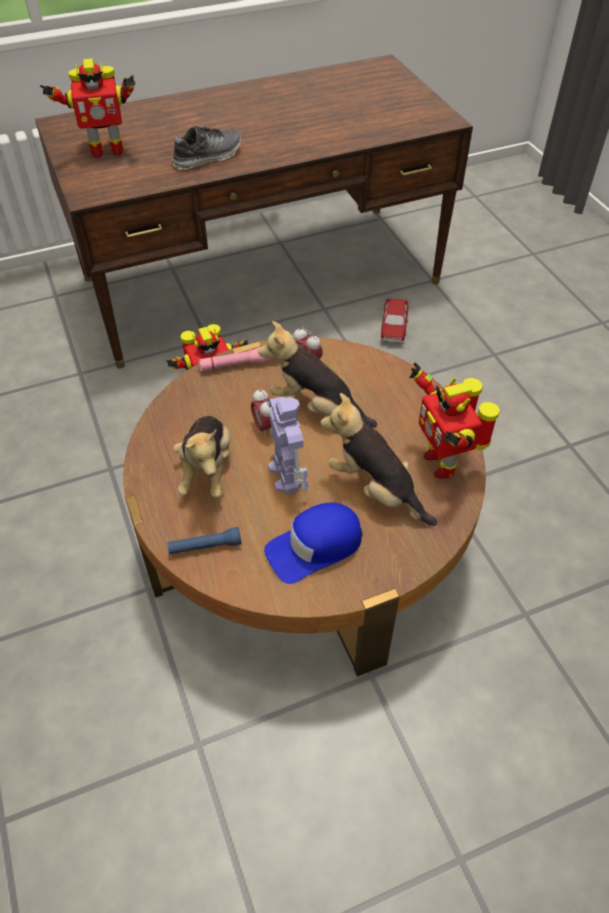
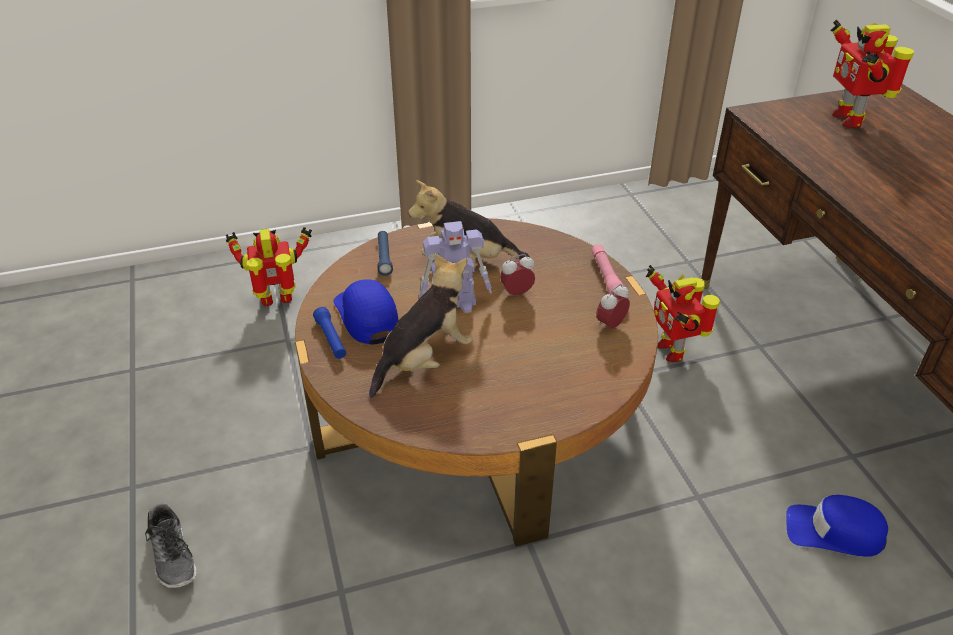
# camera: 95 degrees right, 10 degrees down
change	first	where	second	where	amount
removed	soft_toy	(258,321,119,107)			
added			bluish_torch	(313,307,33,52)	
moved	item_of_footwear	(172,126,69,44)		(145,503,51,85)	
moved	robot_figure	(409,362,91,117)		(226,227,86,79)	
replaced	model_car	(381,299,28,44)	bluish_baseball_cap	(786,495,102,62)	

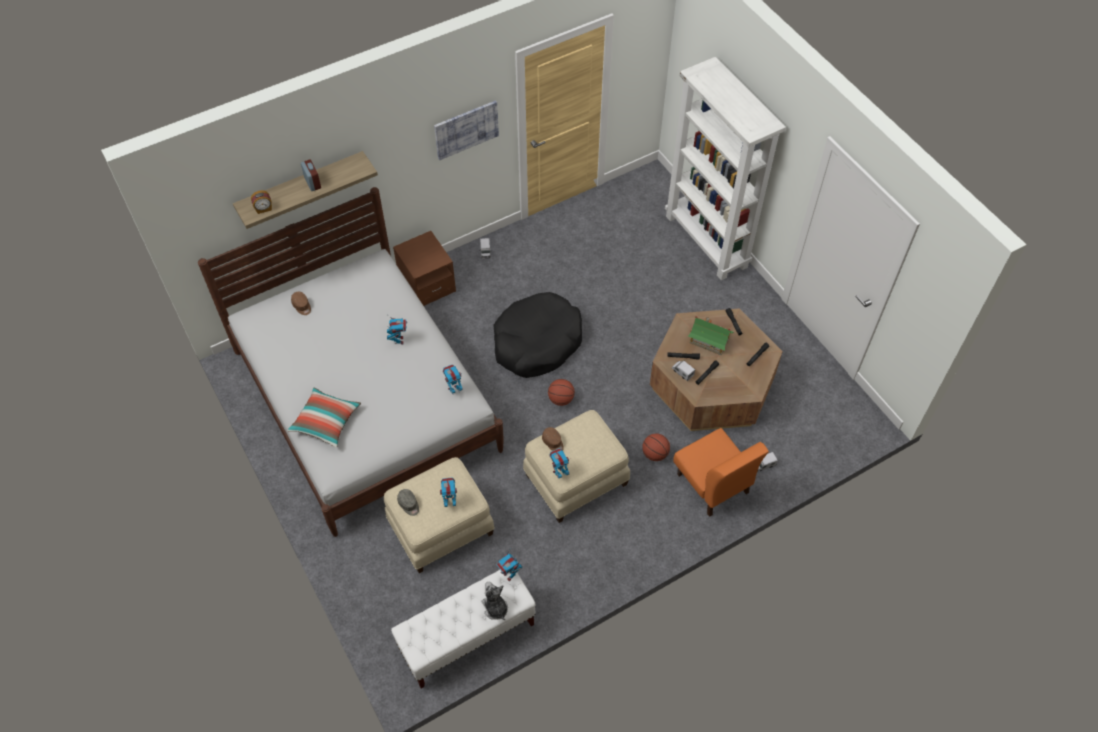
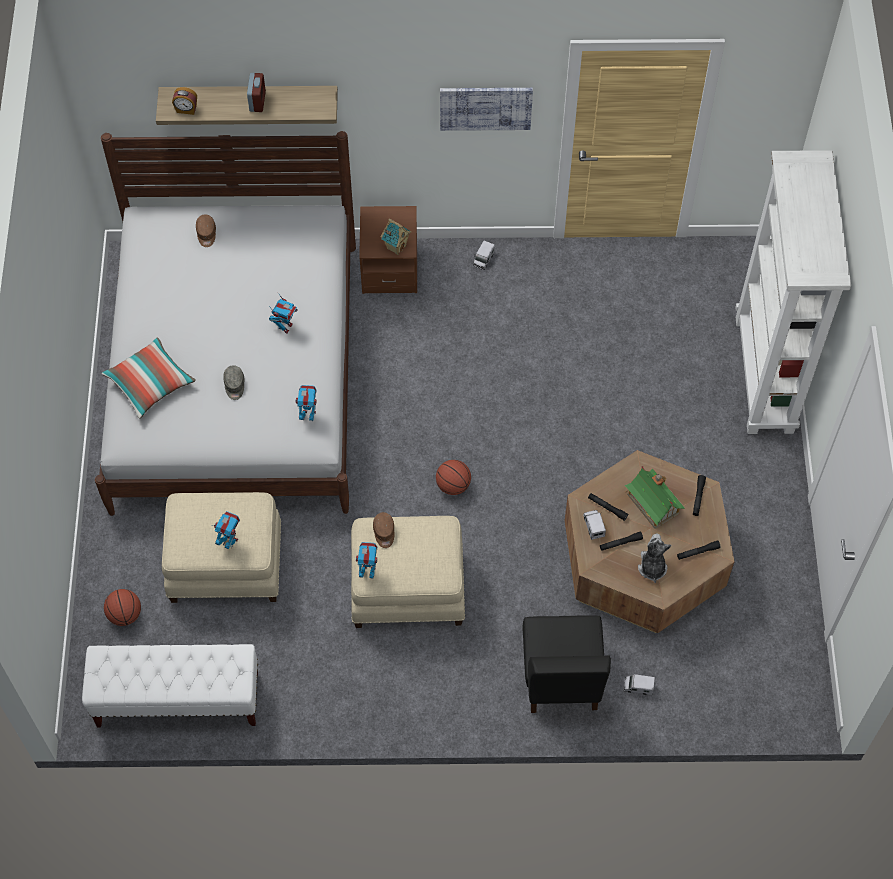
# camera: 30 degrees right, 5 degrees up
change	first	where	second	where	amount
removed	black_dog_cushion	(494,292,88,86)			
removed	robot_figure	(496,551,26,30)			
added			miniature_house	(381,218,30,37)	
moved	grey_baseball_cap	(397,489,22,27)		(223,365,21,35)	
moved	soft_toy	(481,582,27,38)		(638,534,33,49)	
moved	ball_for_basketball	(642,434,28,27)		(104,589,37,37)	
recoloured	orange-coloured_plain_chair	(673,428,96,89)	black_plain_chair	(523,615,88,98)	

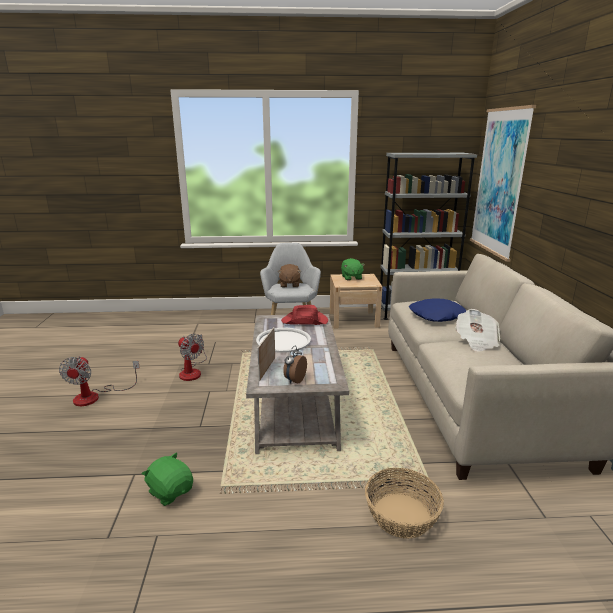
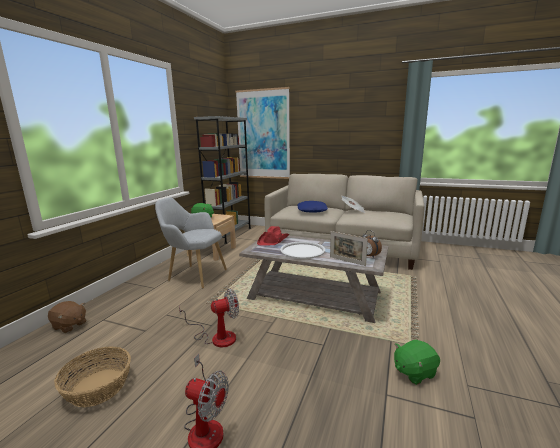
# camera: 65 degrees left, 5 degrees down
change	first	where	second	where	amount
moved	brown-coloured_soft_toy	(278,264,23,23)		(48,301,38,32)	
moved	storage_basket	(365,468,79,71)		(54,346,77,61)	

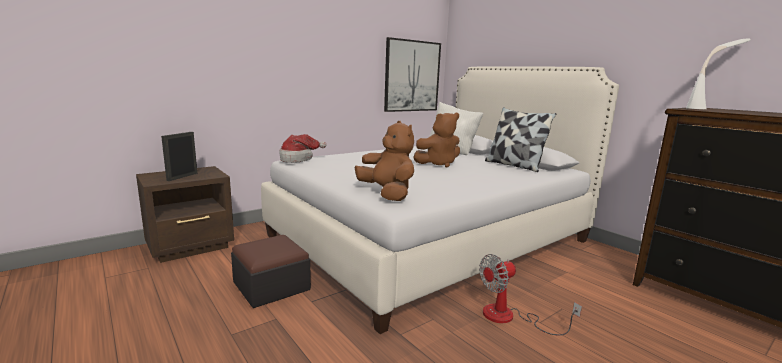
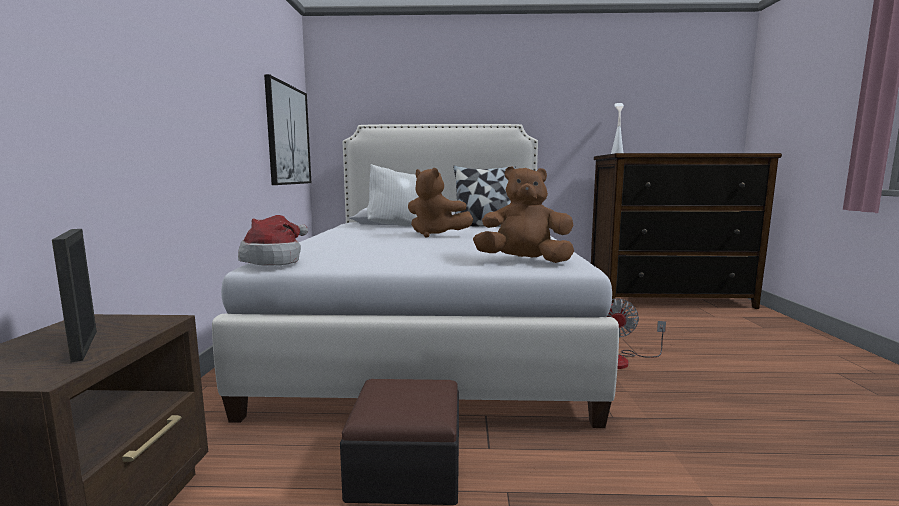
# camera: 50 degrees left, 5 degrees down
change	first	where	second	where	amount
turned	brown-coloured_soft_toy	(413,113,47,55)		(408,168,65,69)	105 degrees clockwise

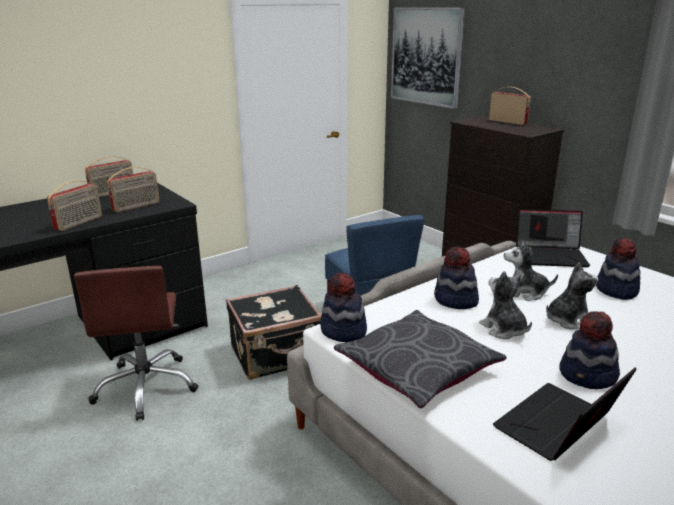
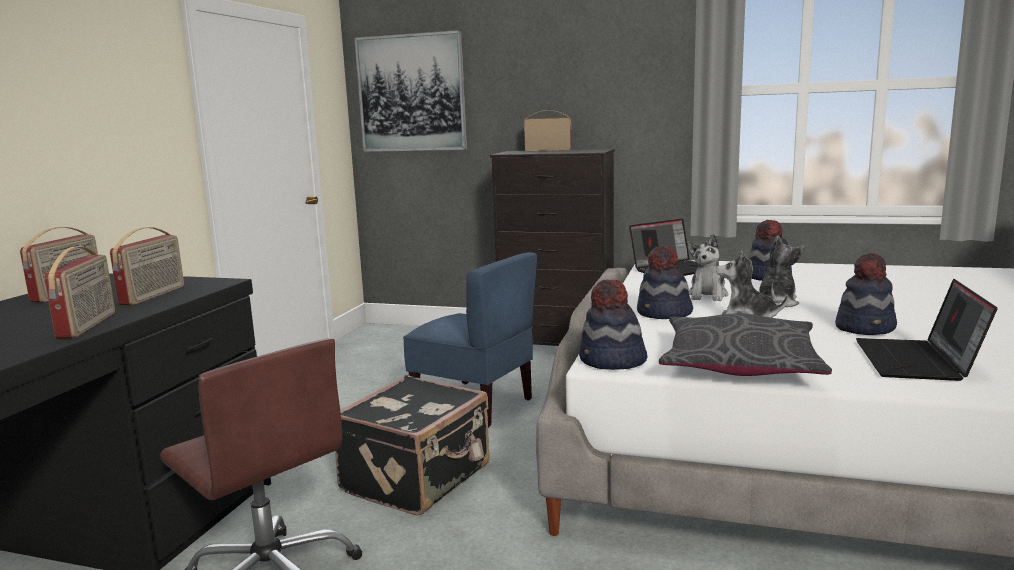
# camera: 35 degrees left, 10 degrees down
change	first	where	second	where	amount
turned	soft_toy	(504,241,54,60)		(688,234,41,67)	45 degrees counterclockwise

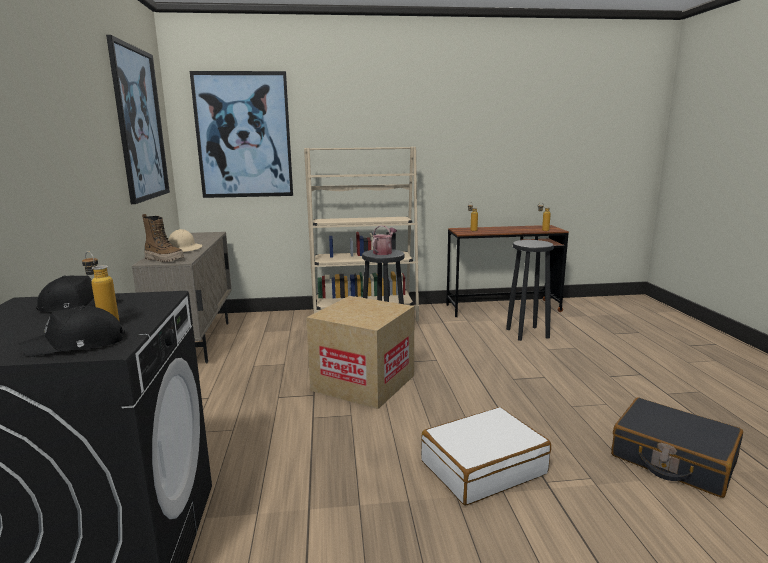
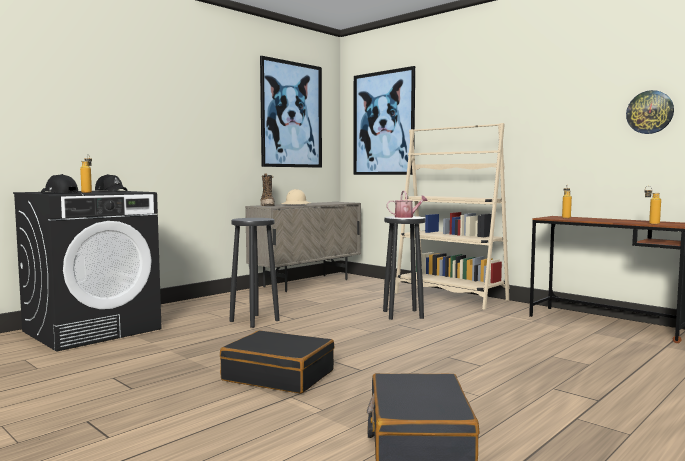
# camera: 50 degrees right, 10 degrees down
change	first	where	second	where	amount
removed	carton	(306,296,109,113)			
added			wall_clock	(626,90,48,44)	
moved	black_sitting_stool	(506,240,48,101)		(229,218,51,110)	
recoloured	white_piece_of_luggage	(421,407,130,98)	black_piece_of_luggage	(220,330,114,64)	

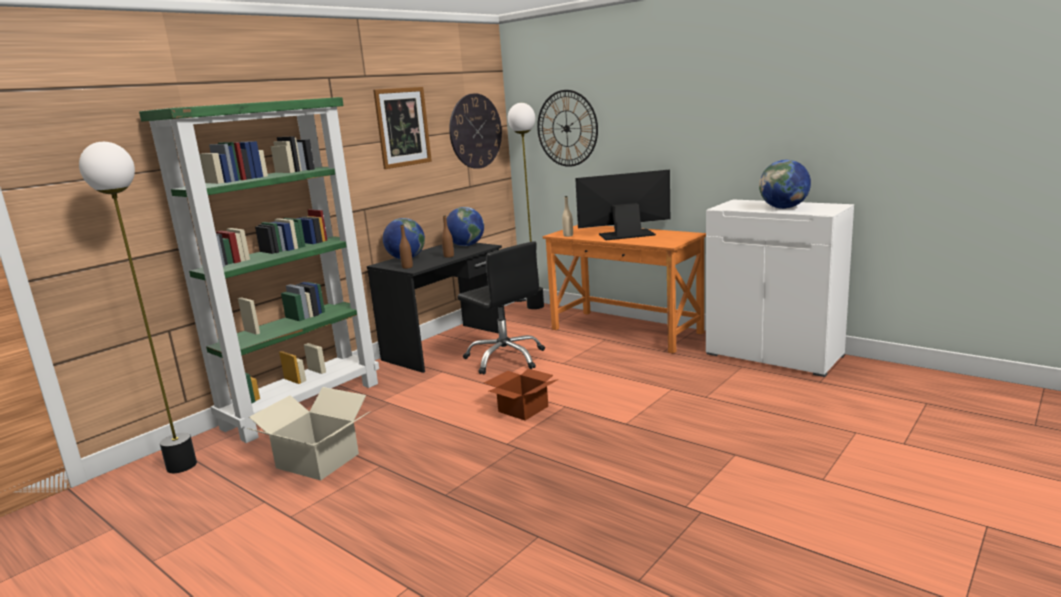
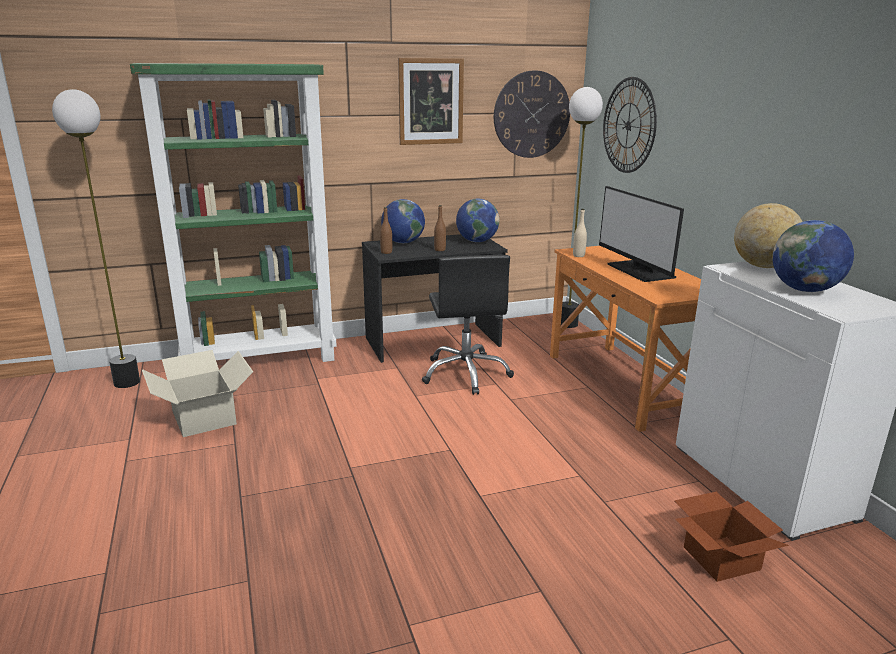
# camera: 30 degrees right, 5 degrees up
change	first	where	second	where	amount
added			world_globe	(734,203,69,65)	
moved	carton	(484,369,75,51)		(675,492,114,90)	
turned	computer_display	(575,170,95,70)		(599,186,85,96)	135 degrees counterclockwise

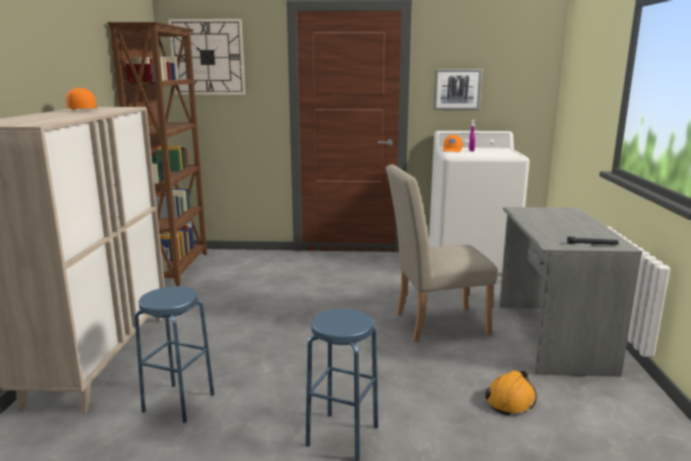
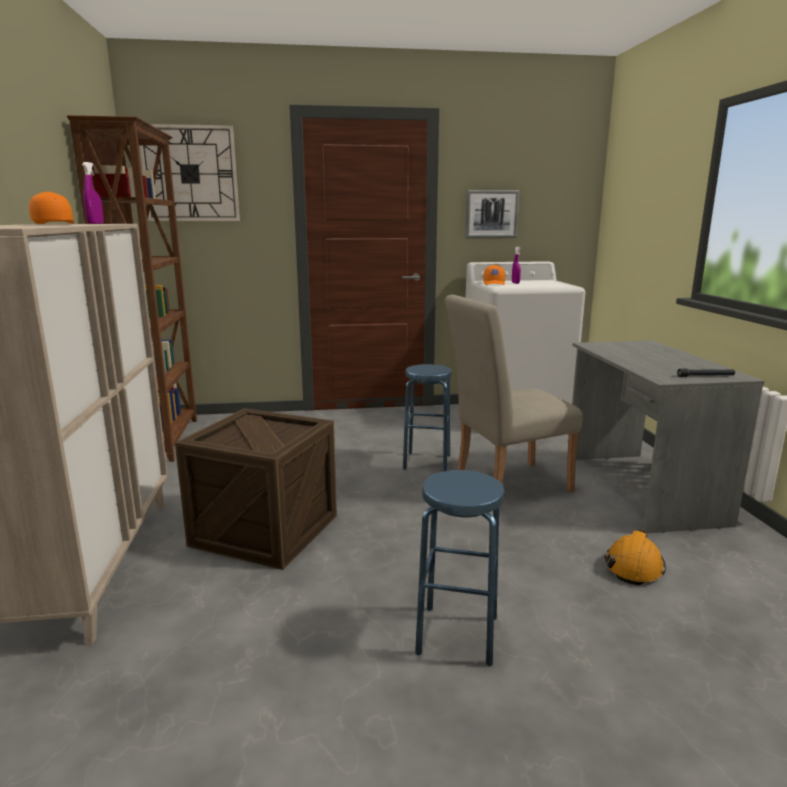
# camera: 10 degrees left, 0 degrees up
change	first	where	second	where	amount
added			purplish_hand_sprayer	(82,162,22,62)	
added			crate	(175,408,162,162)	
moved	bluish_sitting_stool	(135,287,79,136)		(403,364,49,108)	

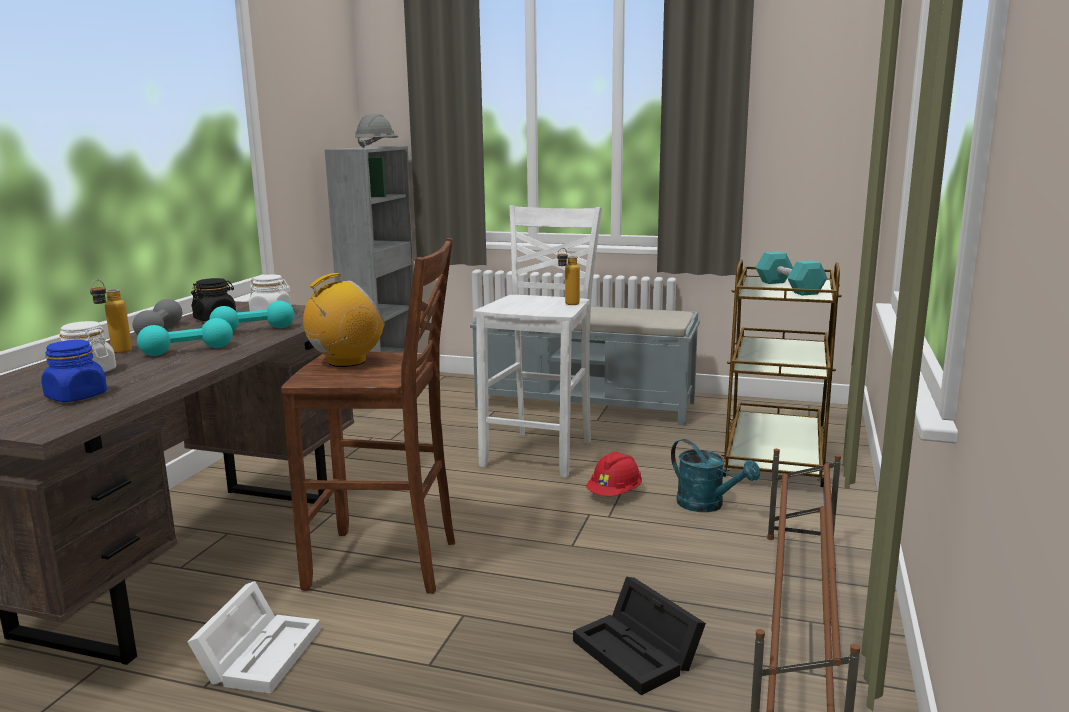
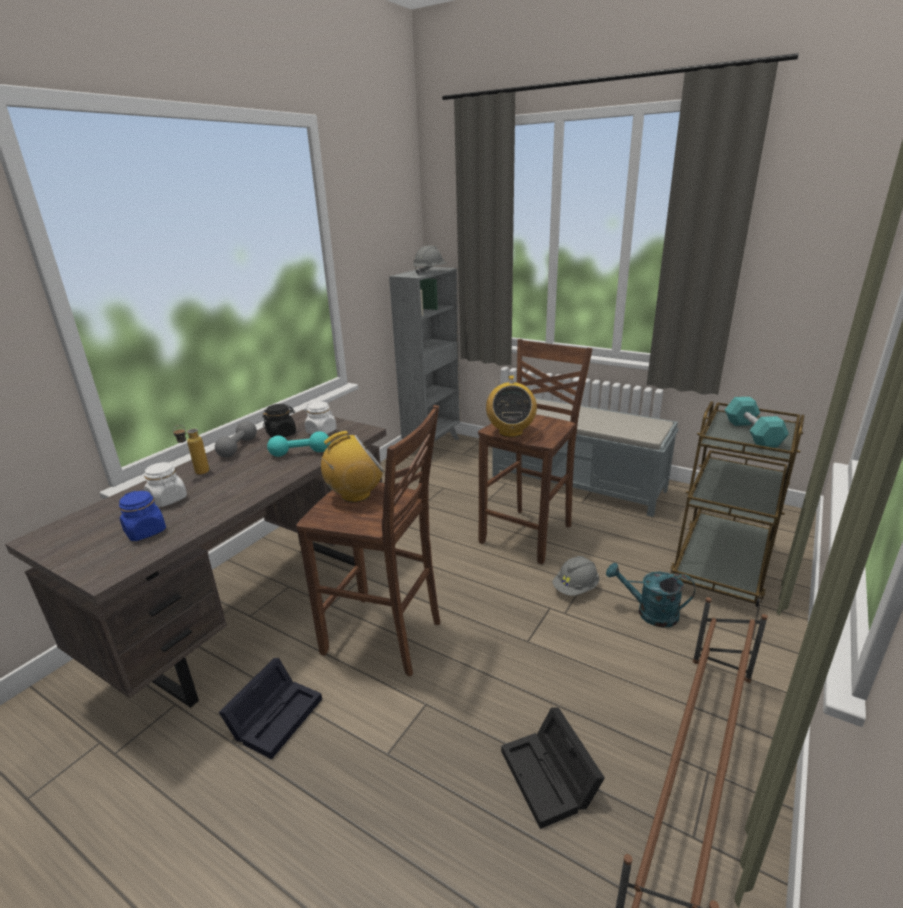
# camera: 15 degrees right, 10 degrees up
change	first	where	second	where	amount
removed	turquoise_free_weight	(137,318,96,38)			
removed	bottle	(557,248,23,57)			
added			radio_receiver	(486,376,51,61)	
recoloured	white_storage_container	(187,581,134,113)	black_storage_container	(219,658,103,101)	
recoloured	white_sitting_stool	(474,205,128,273)	brown-coloured_sitting_stool	(478,339,114,225)	
recoloured	red_work_helmet	(586,452,56,44)	grey_work_helmet	(553,556,46,40)	
turned	turquoise_watering_pot	(671,439,89,73)		(606,563,89,65)	135 degrees clockwise

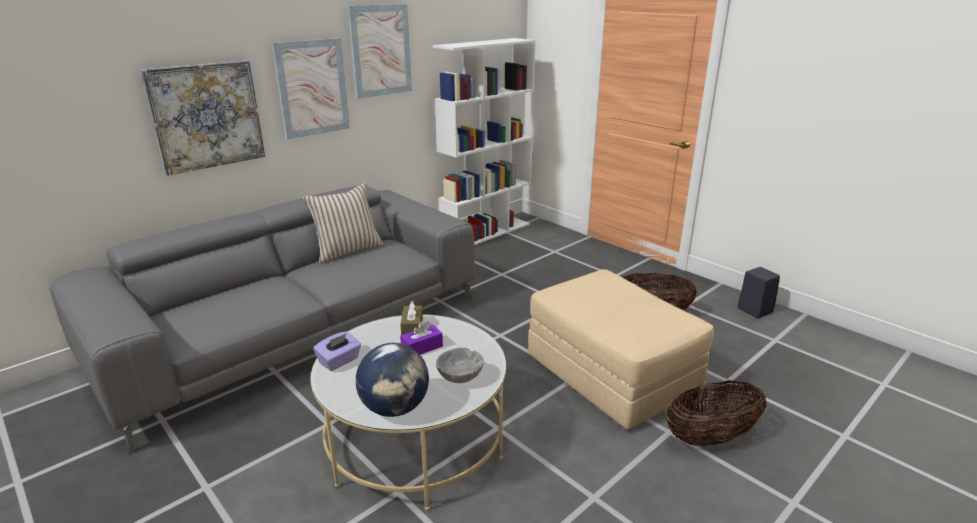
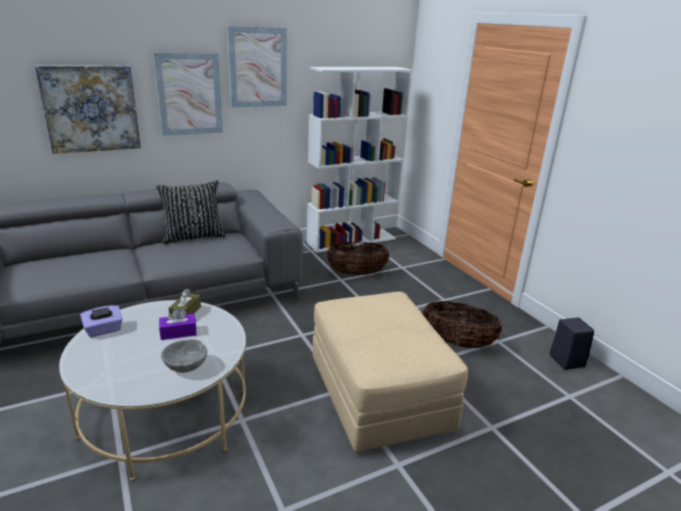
# camera: 15 degrees right, 0 degrees up
change	first	where	second	where	amount
removed	world_globe	(356,343,73,74)			
moved	storage_basket	(666,380,101,66)		(326,242,63,33)	
recoloured	beige_pillow	(302,183,82,80)	black_pillow	(156,180,70,64)	

